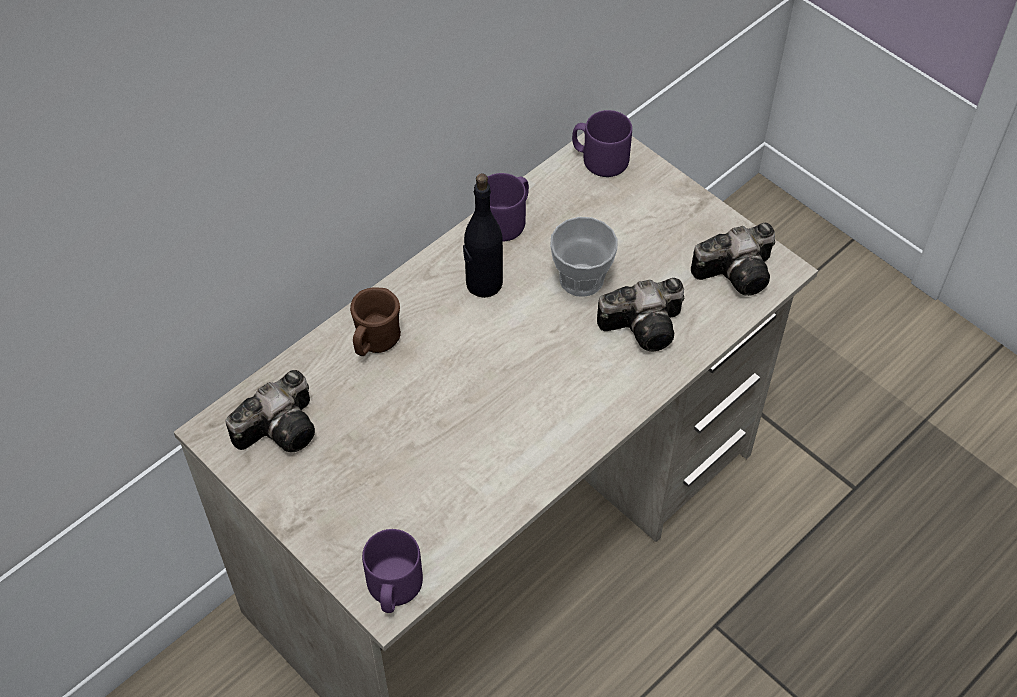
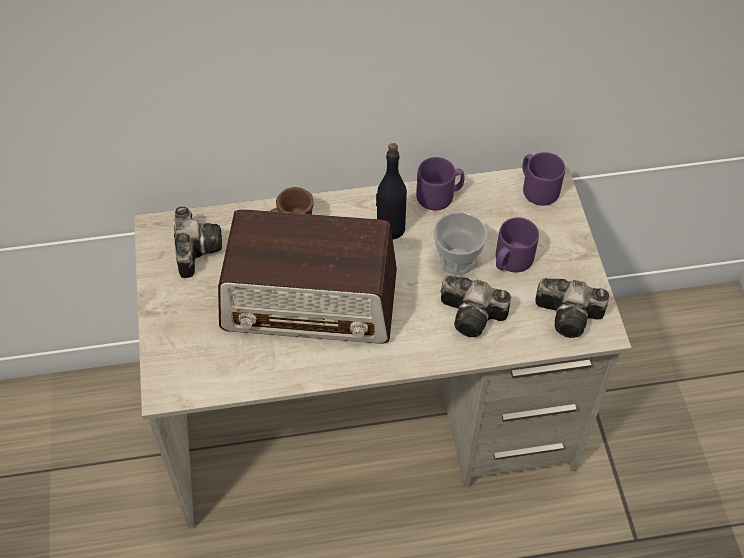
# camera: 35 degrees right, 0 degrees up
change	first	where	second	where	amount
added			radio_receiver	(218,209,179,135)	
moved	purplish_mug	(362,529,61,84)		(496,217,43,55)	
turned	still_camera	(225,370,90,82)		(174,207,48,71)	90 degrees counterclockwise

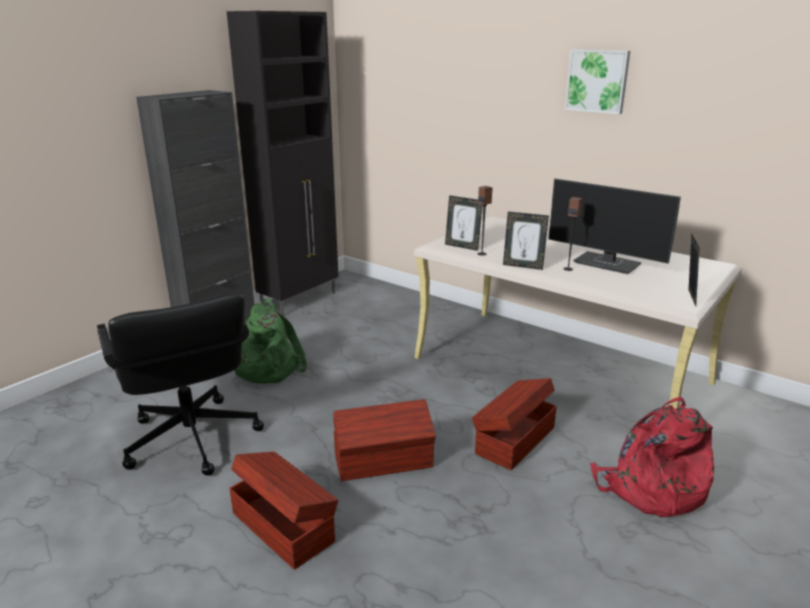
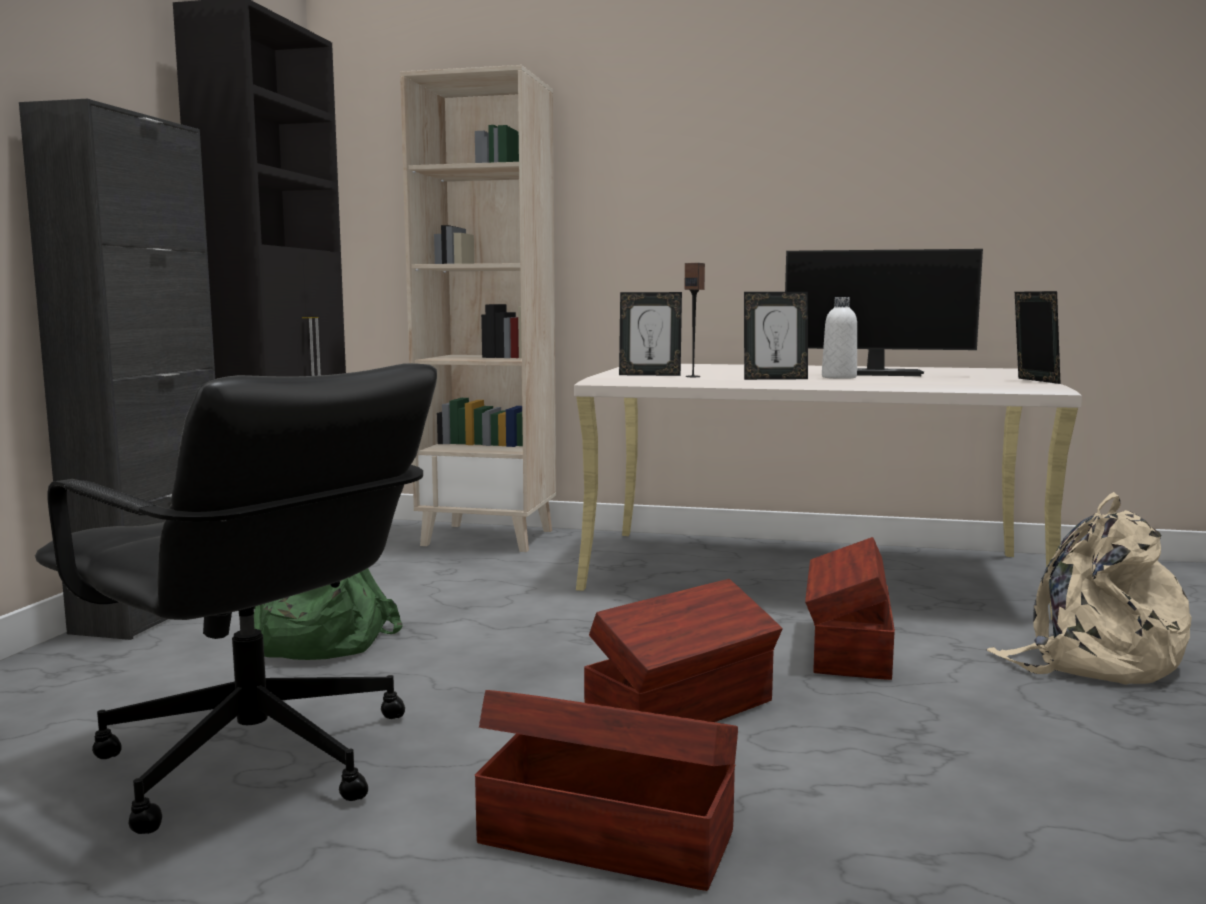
# camera: 25 degrees left, 15 degrees down
change	first	where	second	where	amount
removed	picture	(564,49,66,65)			
added			beige_shelving_unit	(400,65,156,487)	
replaced	audio_speaker	(563,197,20,74)	white_bottle	(822,297,35,82)	
recoloured	red_knapsack	(590,397,124,120)	beige_knapsack	(986,492,206,193)	

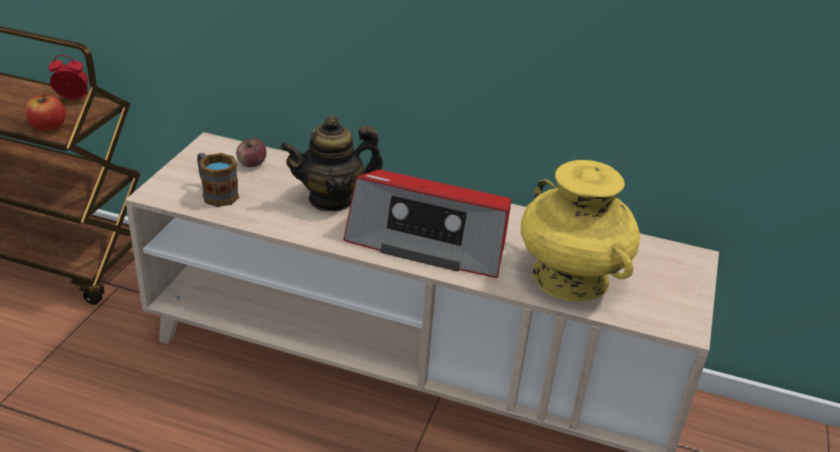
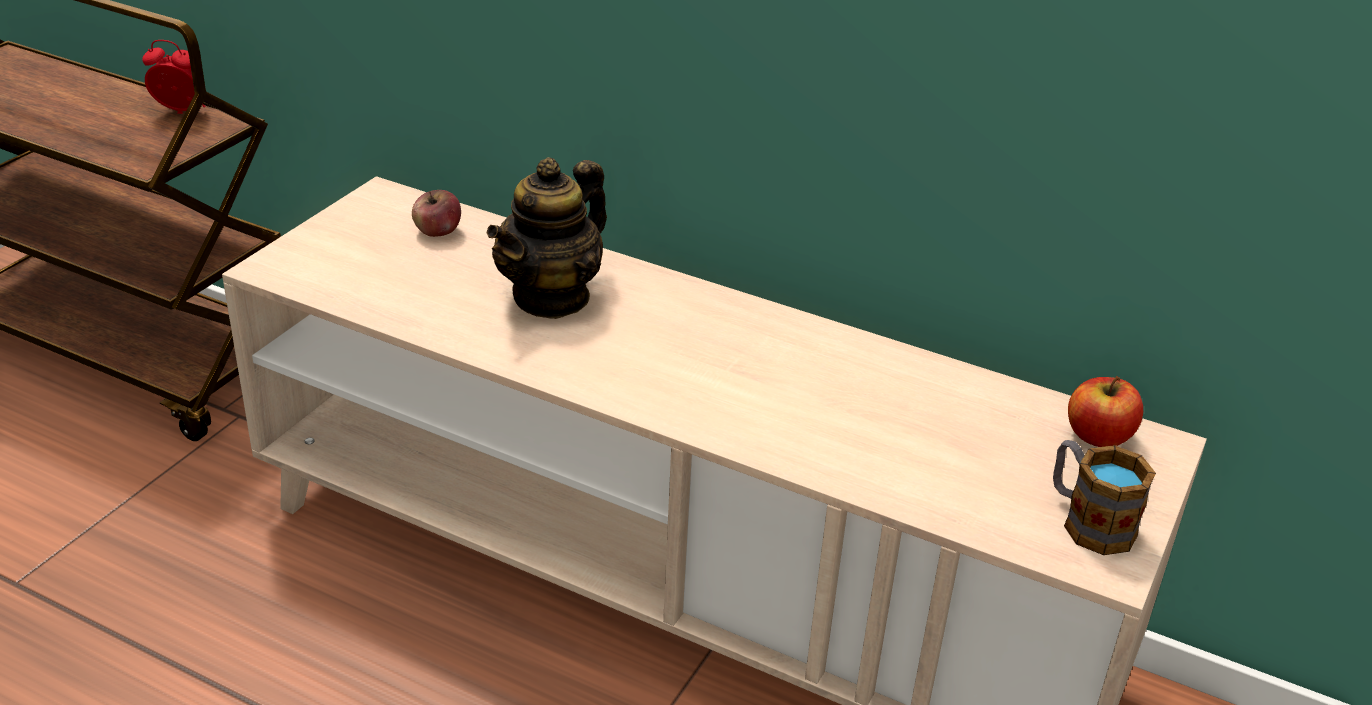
# camera: 10 degrees right, 0 degrees up
change	first	where	second	where	amount
removed	radio_receiver	(343,170,169,108)			
removed	yellow-coloured_vase	(521,160,119,142)			
moved	apple_fruit	(25,93,40,38)		(1068,376,75,71)	
moved	mug	(197,153,42,54)		(1053,440,103,115)	
turned	tea_pot	(280,116,103,96)		(487,157,120,162)	45 degrees counterclockwise

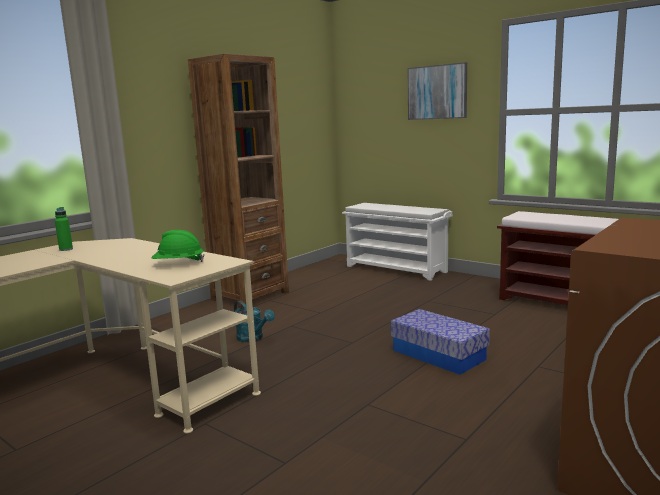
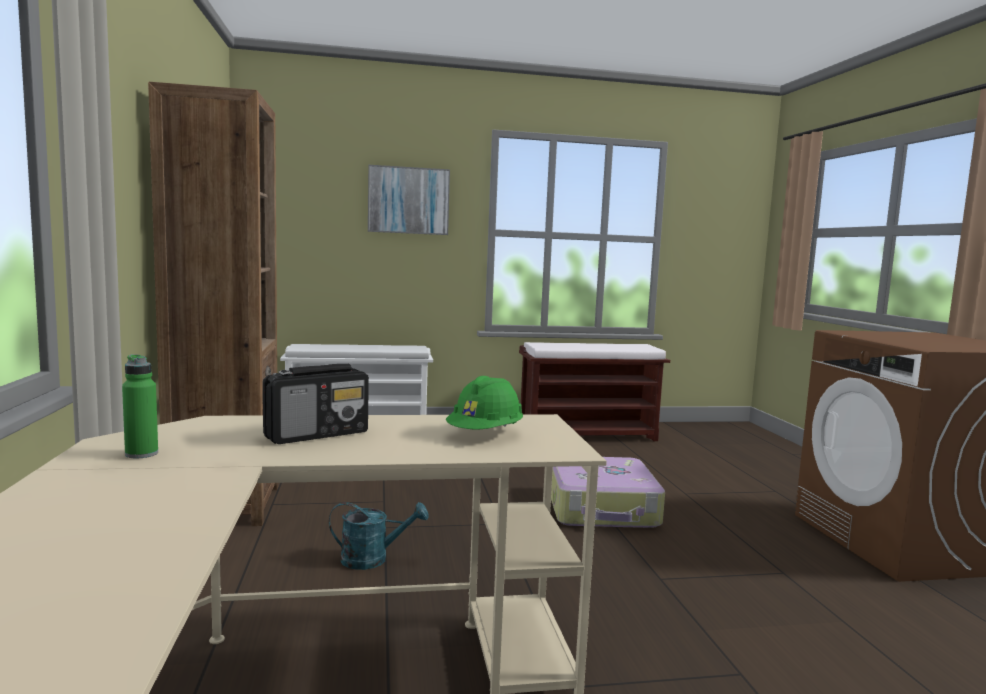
# camera: 50 degrees left, 5 degrees down
change	first	where	second	where	amount
added			radio_receiver	(263,364,106,80)	
replaced	storage_container	(391,309,99,66)	piece_of_luggage	(551,457,114,71)	

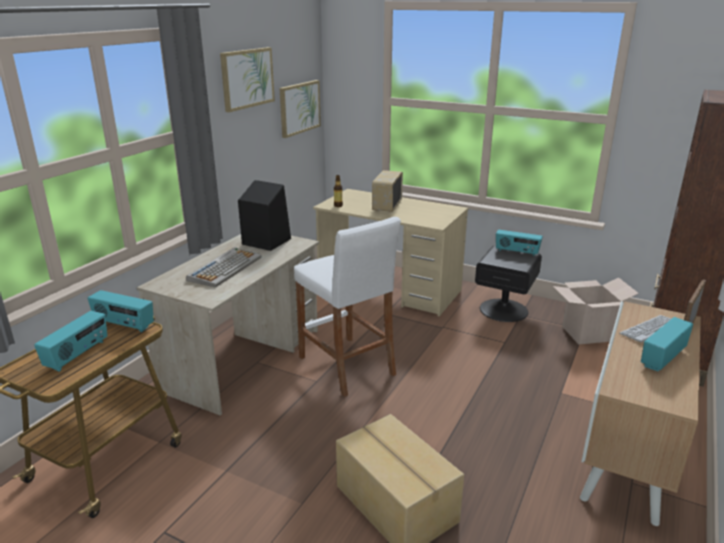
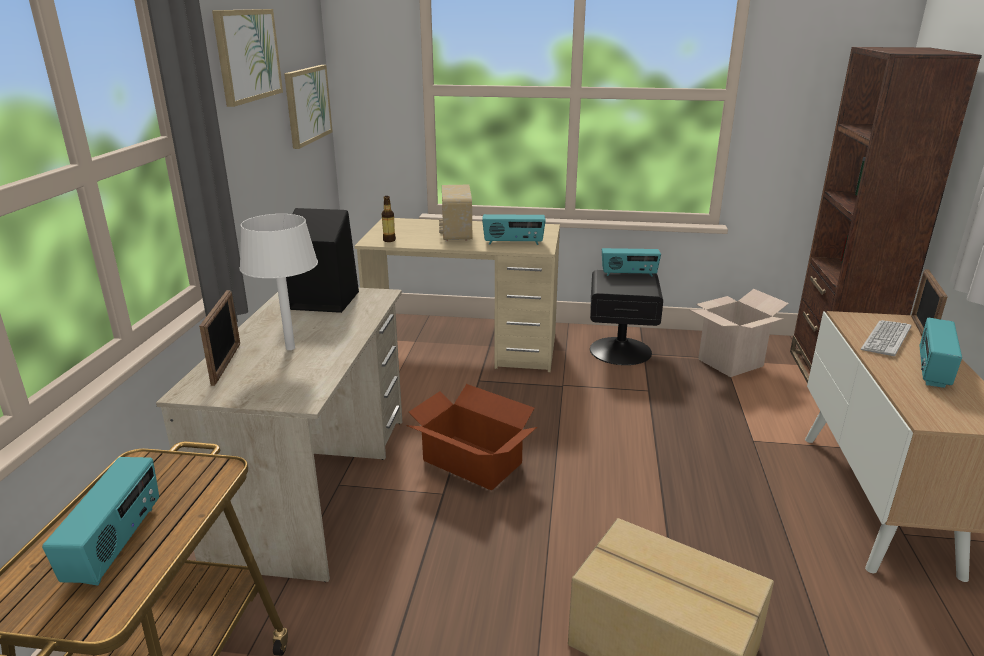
# camera: 20 degrees left, 0 degrees up
change	first	where	second	where	amount
added			picture_frame	(199,290,41,96)	
moved	radio_receiver	(88,290,66,42)		(482,214,64,31)	
replaced	PC_keyboard	(186,247,75,41)	white_table_lamp	(239,214,79,136)	
replaced	white_sitting_stool	(294,217,107,180)	carton	(406,384,131,107)	

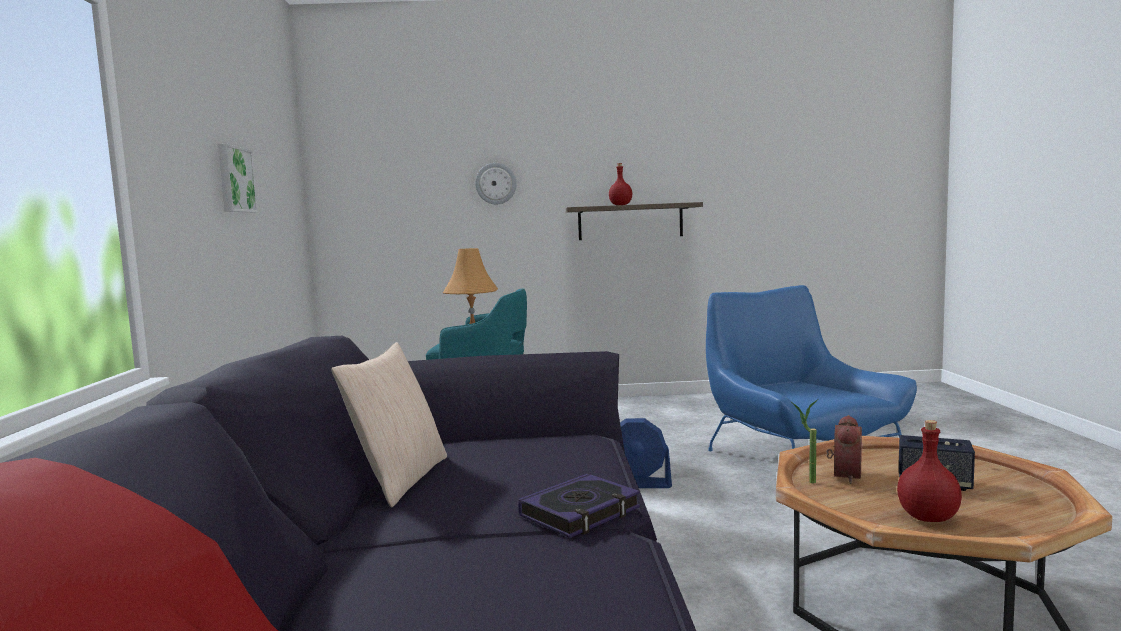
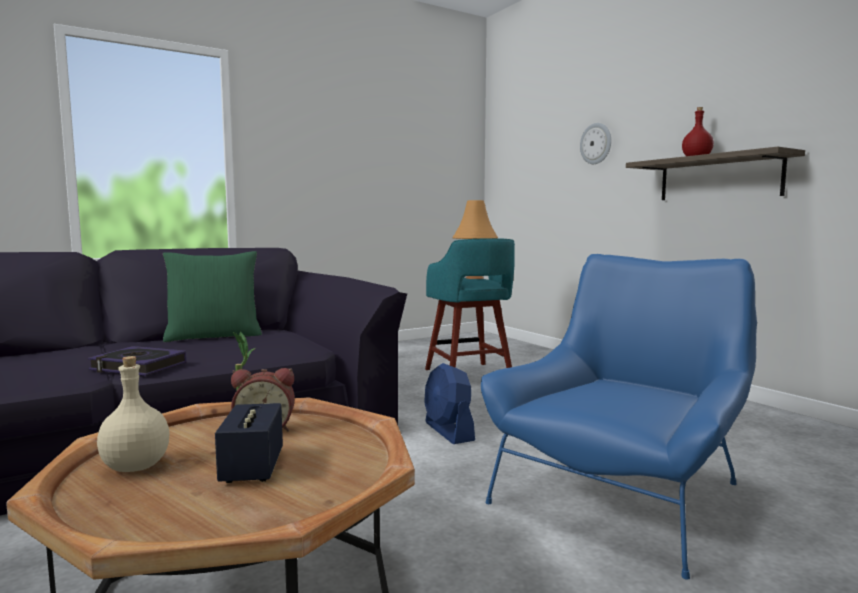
# camera: 60 degrees right, 0 degrees up
change	first	where	second	where	amount
removed	picture	(218,143,40,70)			
recoloured	beige_pillow	(331,342,116,165)	greenish_pillow	(163,251,99,91)	
recoloured	red_bottle	(897,420,65,102)	beige_bottle	(97,356,73,116)	

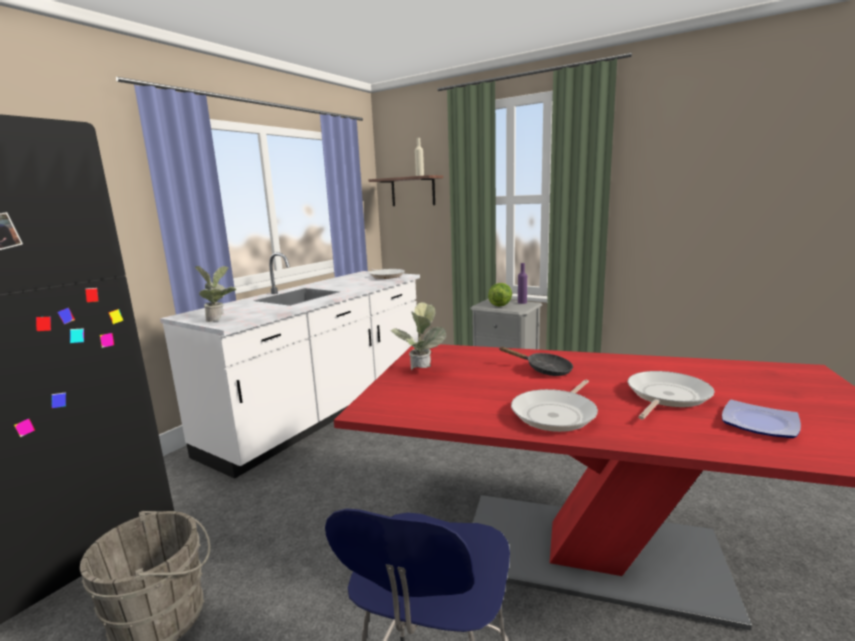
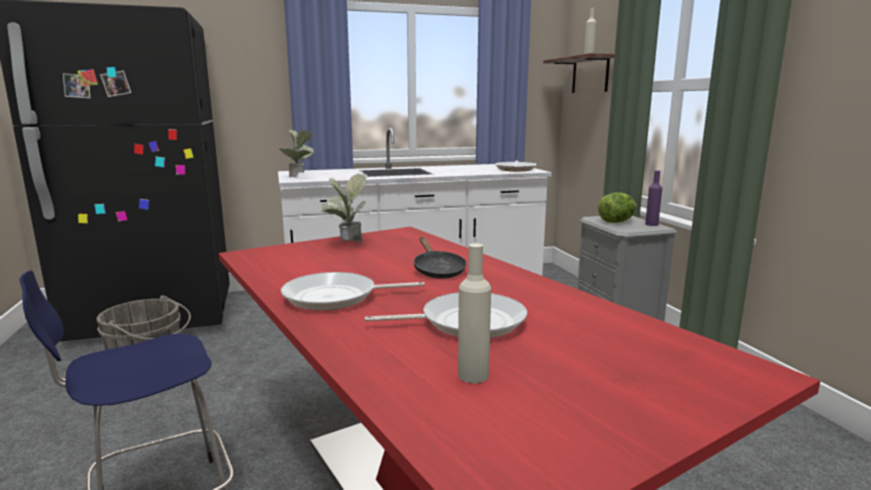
# camera: 40 degrees right, 0 degrees up
change	first	where	second	where	amount
replaced	plate	(722,400,79,38)	beige_bottle	(458,243,33,140)	

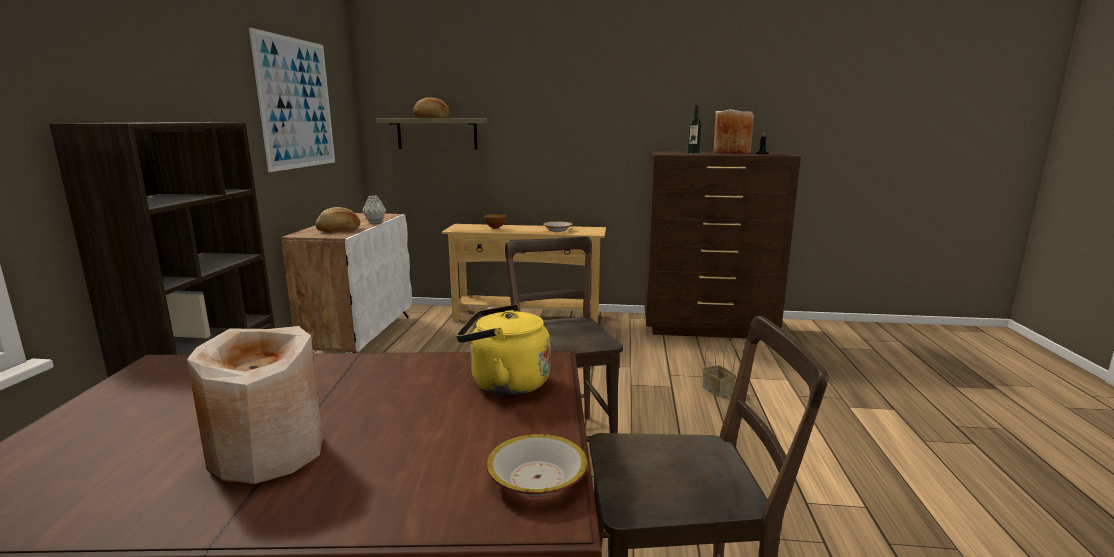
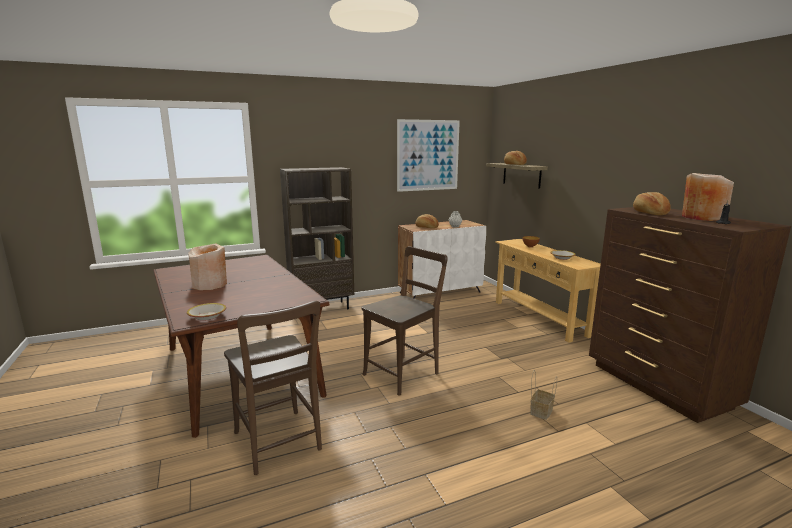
# camera: 60 degrees right, 0 degrees up
change	first	where	second	where	amount
removed	yellow-coloured_kettle	(456,304,94,92)			
replaced	bottle	(687,105,15,49)	bread	(633,192,38,23)	

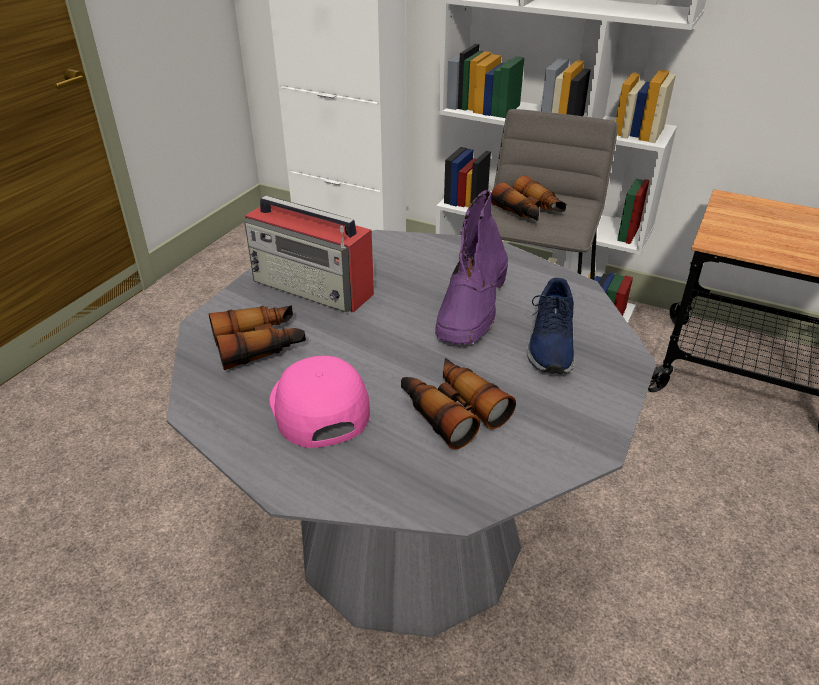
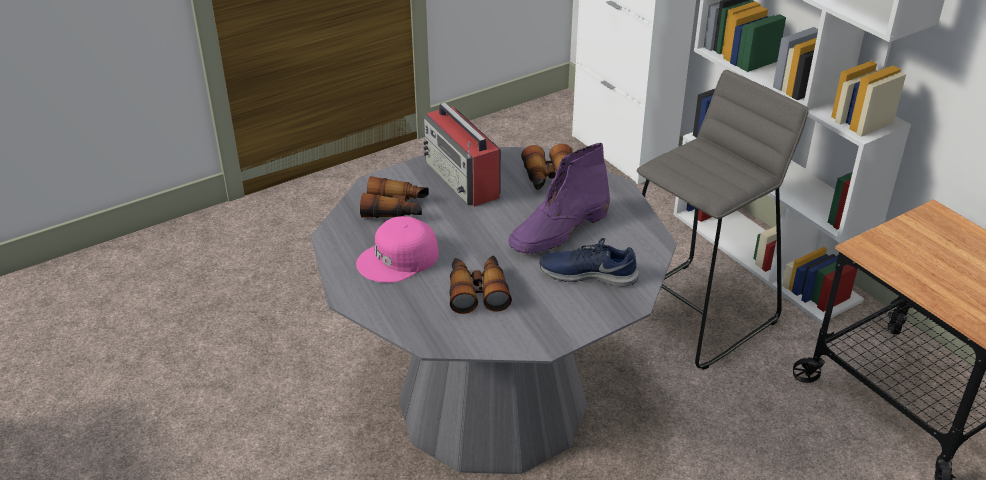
# camera: 30 degrees right, 0 degrees up
change	first	where	second	where	amount
moved	binoculars	(491,175,75,46)		(521,144,52,46)	
turned	pink-coloured_baseball_cap	(269,356,101,92)		(356,216,83,67)	135 degrees counterclockwise
turned	bluish_item_of_footwear	(526,278,49,96)		(540,238,99,48)	60 degrees clockwise

